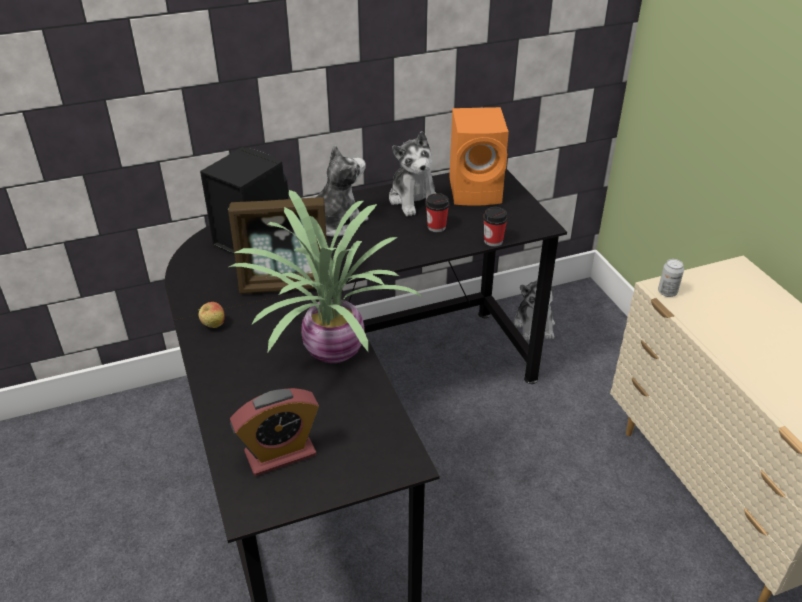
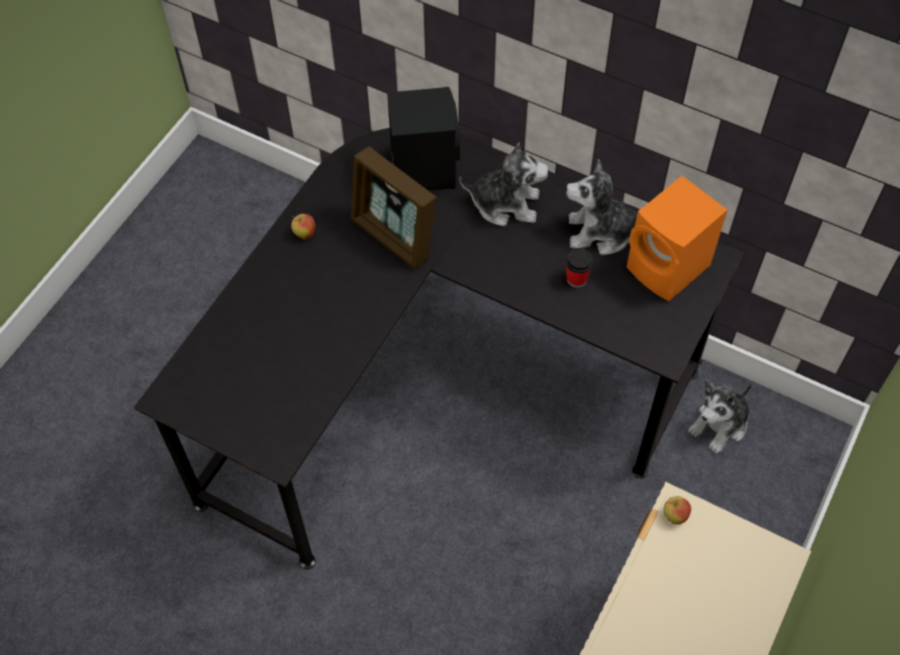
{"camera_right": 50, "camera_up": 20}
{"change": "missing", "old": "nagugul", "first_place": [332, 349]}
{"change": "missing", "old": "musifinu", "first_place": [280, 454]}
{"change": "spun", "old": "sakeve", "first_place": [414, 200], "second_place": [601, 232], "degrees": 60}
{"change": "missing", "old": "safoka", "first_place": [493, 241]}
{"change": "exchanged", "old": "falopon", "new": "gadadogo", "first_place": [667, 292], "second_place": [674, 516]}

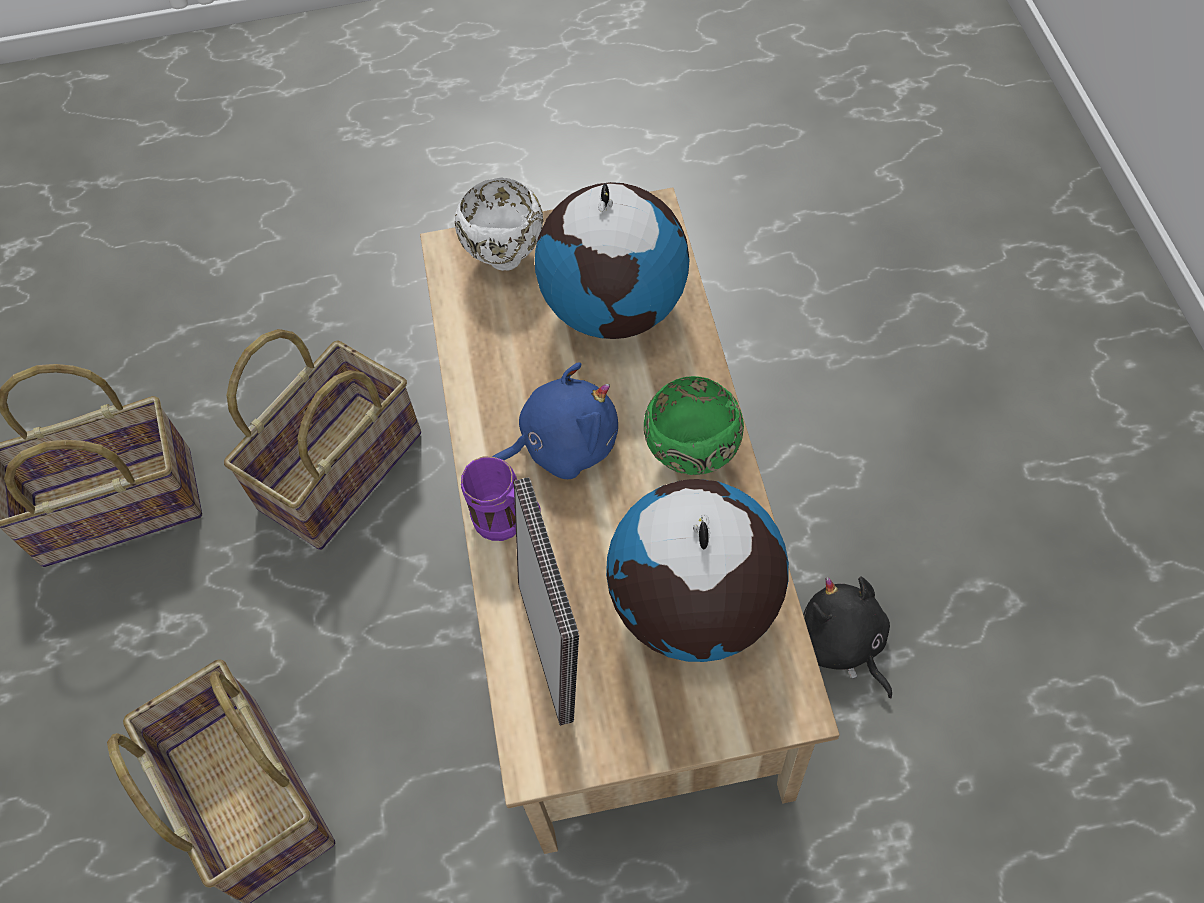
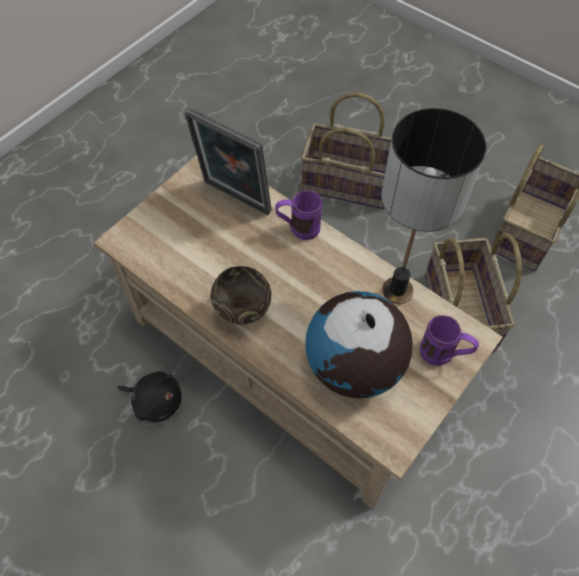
{"camera_right": 135, "camera_up": 0}
{"change": "exchanged", "old": "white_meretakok", "new": "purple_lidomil", "first_place": [505, 256], "second_place": [443, 355]}
{"change": "missing", "old": "blue_sakeve", "first_place": [562, 445]}
{"change": "missing", "old": "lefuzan", "first_place": [694, 607]}
{"change": "colour", "old": "green_meretakok", "new": "brown_meretakok", "first_place": [691, 456], "second_place": [244, 313]}
{"change": "appeared", "new": "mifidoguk", "second_place": [396, 290]}

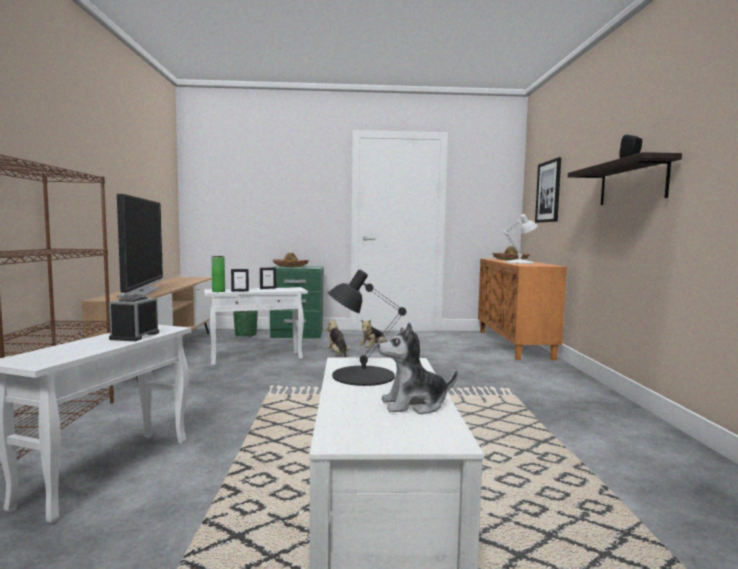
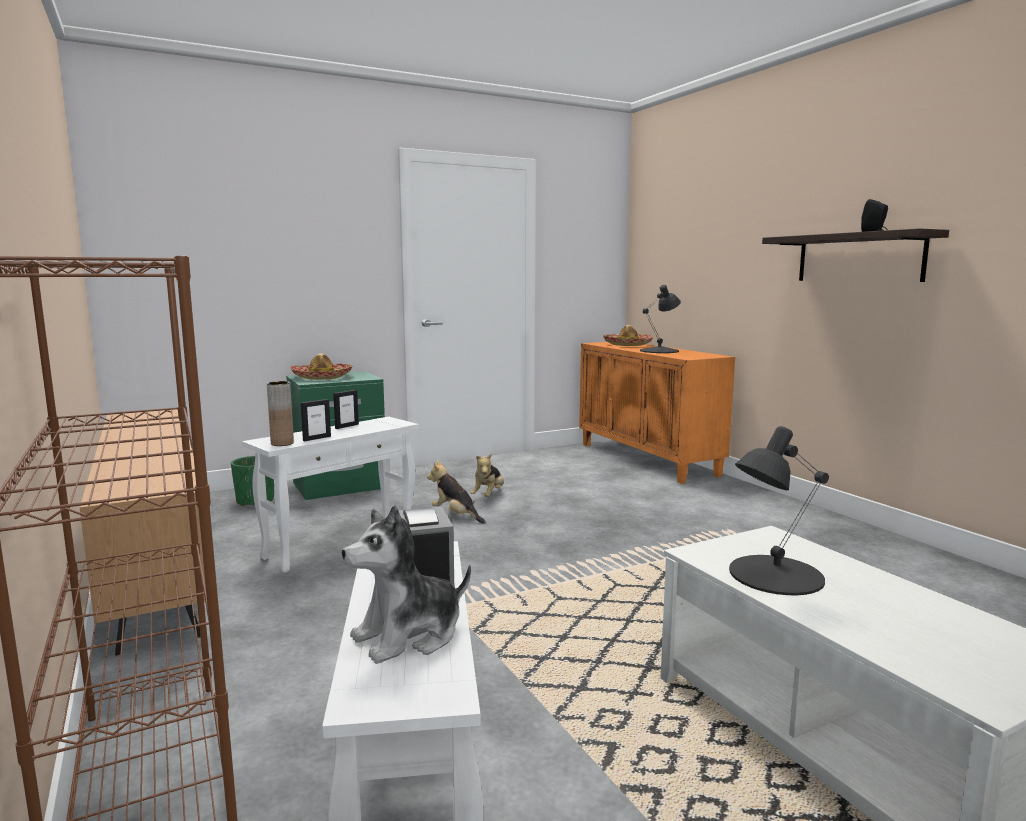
{"camera_right": -25, "camera_up": 5}
{"change": "missing", "old": "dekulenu", "first_place": [140, 292]}
{"change": "colour", "old": "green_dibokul", "new": "brown_dibokul", "first_place": [218, 291], "second_place": [282, 443]}
{"change": "relocated", "old": "sakeve", "first_place": [414, 405], "second_place": [409, 636]}
{"change": "colour", "old": "white_mifidoguk", "new": "black_mifidoguk", "first_place": [520, 262], "second_place": [660, 351]}
{"change": "missing", "old": "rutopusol", "first_place": [548, 191]}

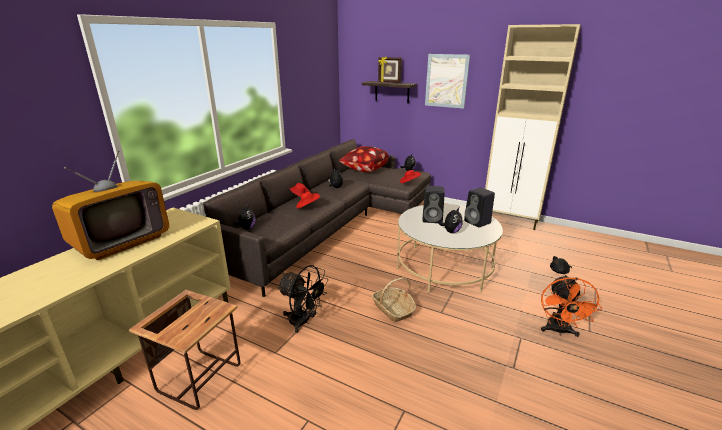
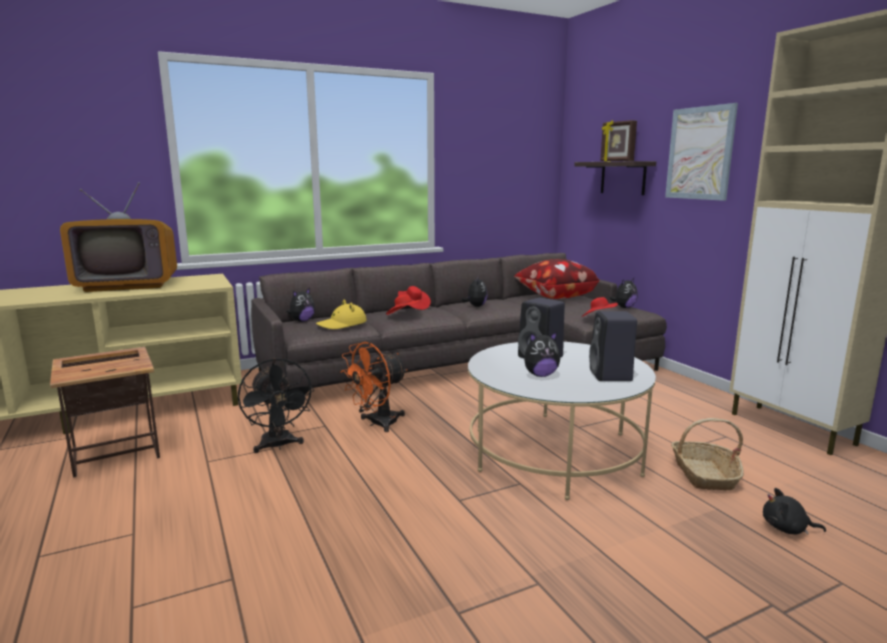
{"camera_right": 35, "camera_up": -10}
{"change": "relocated", "old": "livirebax", "first_place": [393, 309], "second_place": [704, 474]}
{"change": "relocated", "old": "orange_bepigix", "first_place": [559, 331], "second_place": [377, 423]}
{"change": "appeared", "new": "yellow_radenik", "second_place": [342, 324]}

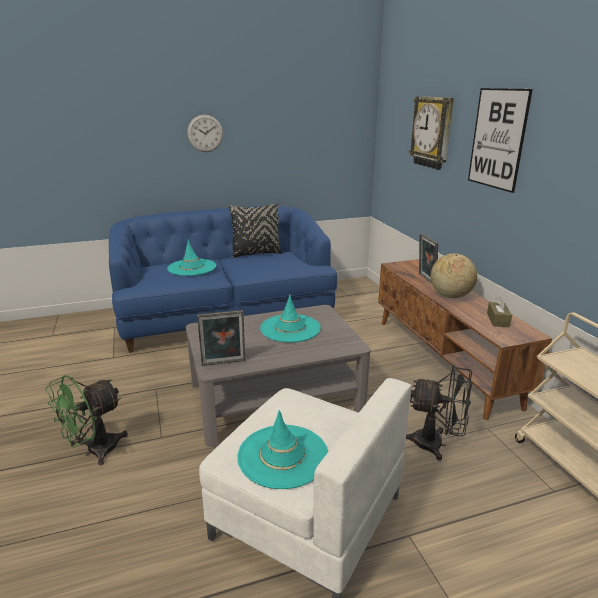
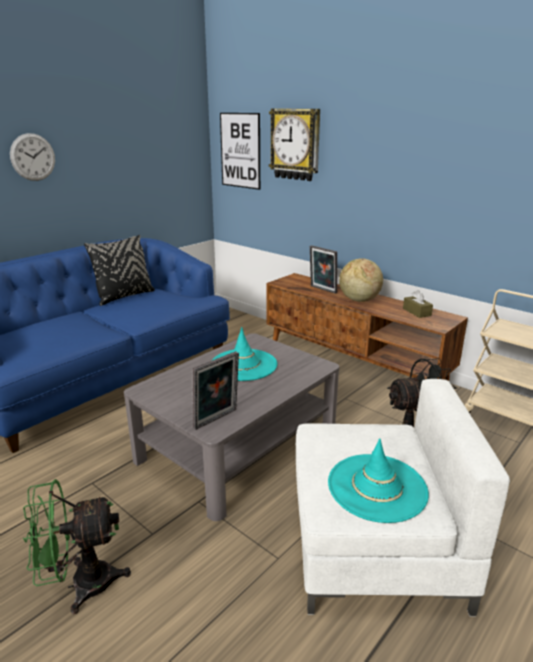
{"camera_right": -30, "camera_up": 0}
{"change": "spun", "old": "green_bepigix", "first_place": [94, 451], "second_place": [81, 585], "degrees": 60}
{"change": "missing", "old": "turquoise_radenik", "first_place": [192, 267]}
{"change": "relocated", "old": "rutopusol", "first_place": [497, 139], "second_place": [240, 150]}

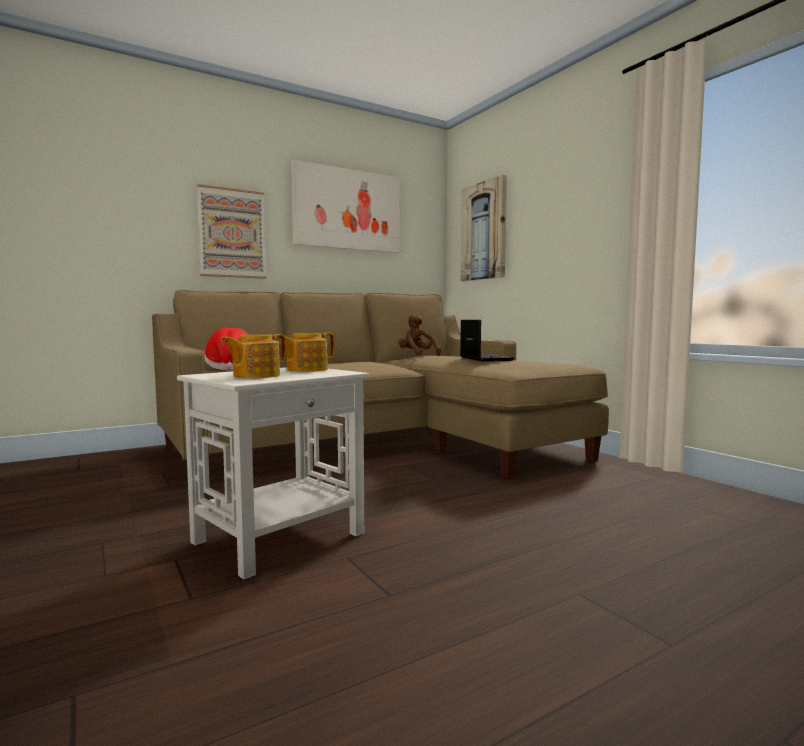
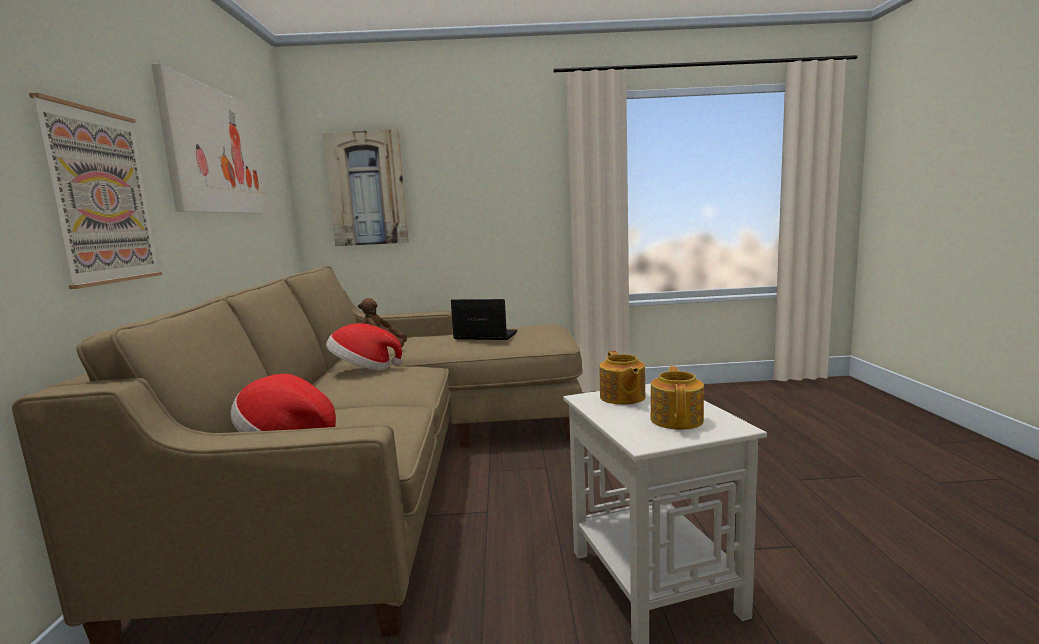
{"camera_right": -60, "camera_up": 5}
{"change": "spun", "old": "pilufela", "first_place": [255, 376], "second_place": [677, 419], "degrees": -150}
{"change": "appeared", "new": "radenik", "second_place": [363, 369]}

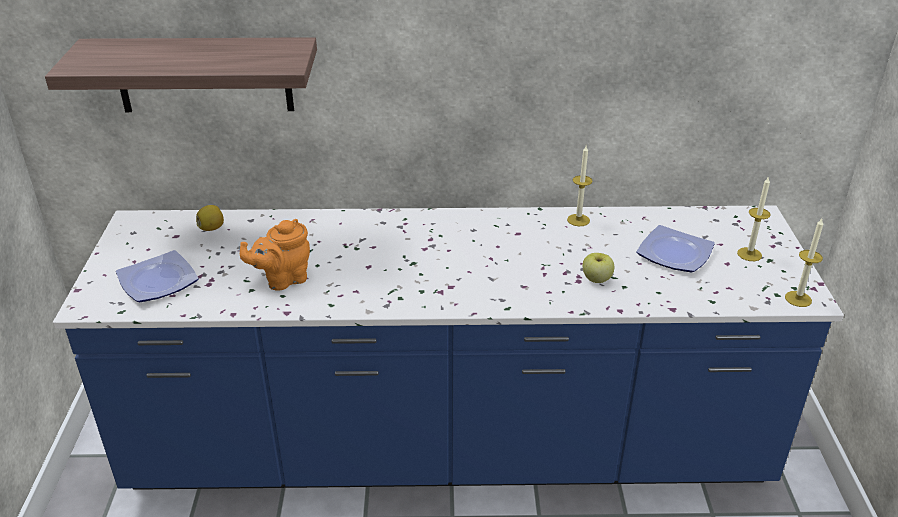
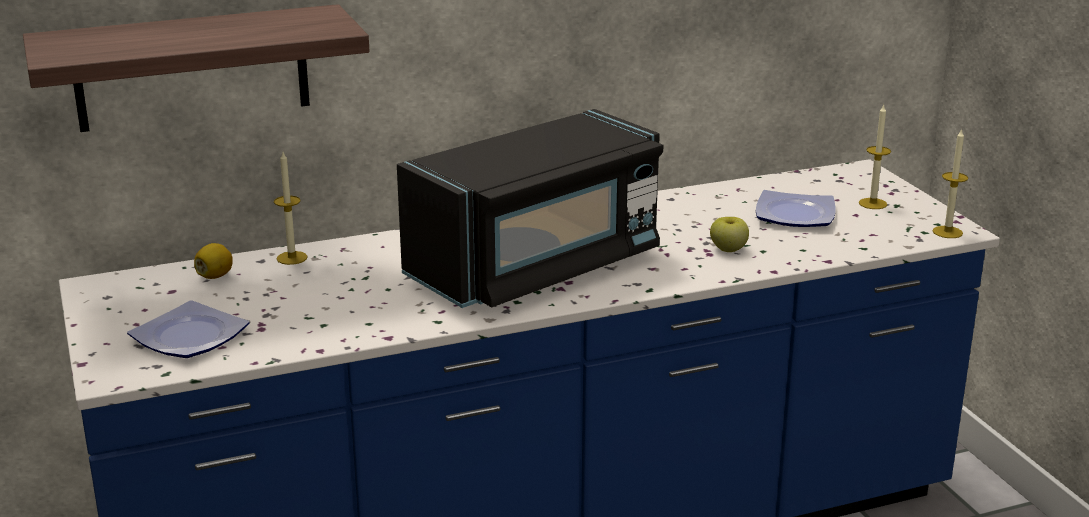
{"camera_right": -20, "camera_up": -10}
{"change": "missing", "old": "orange_pilufela", "first_place": [283, 279]}
{"change": "relocated", "old": "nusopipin", "first_place": [578, 220], "second_place": [292, 258]}
{"change": "appeared", "new": "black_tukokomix", "second_place": [537, 267]}

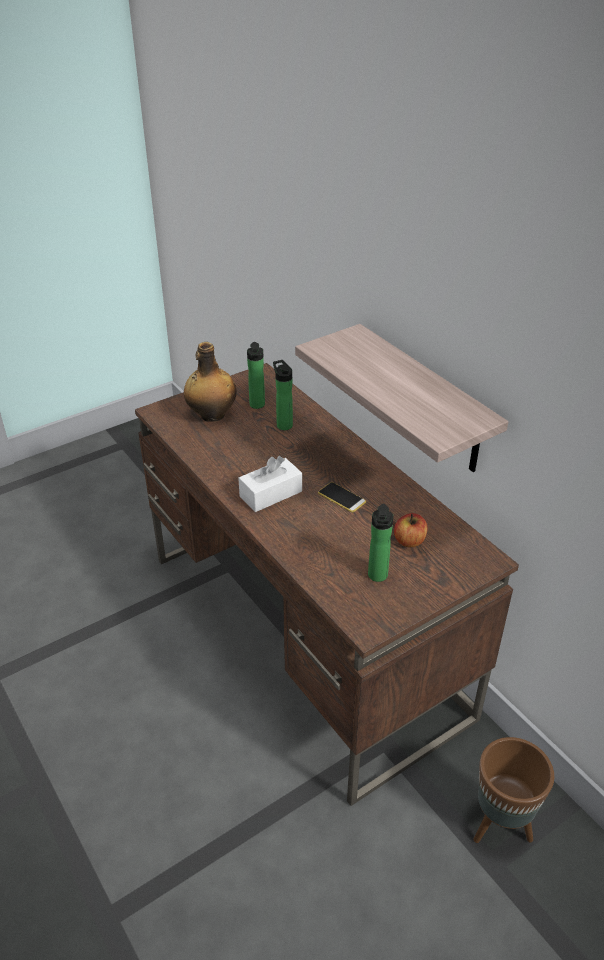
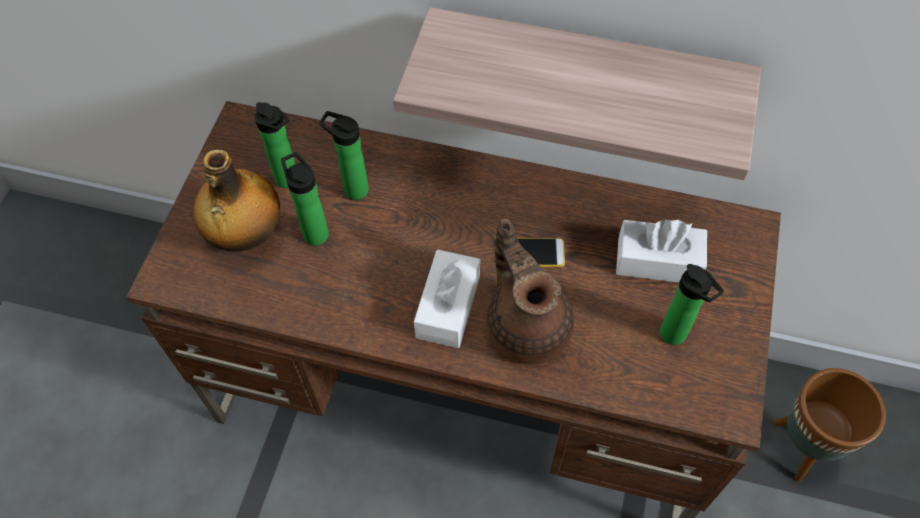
{"camera_right": -40, "camera_up": 20}
{"change": "exchanged", "old": "gadadogo", "new": "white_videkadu", "first_place": [409, 541], "second_place": [657, 261]}
{"change": "appeared", "new": "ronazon", "second_place": [314, 232]}
{"change": "appeared", "new": "brown_pilufela", "second_place": [527, 325]}

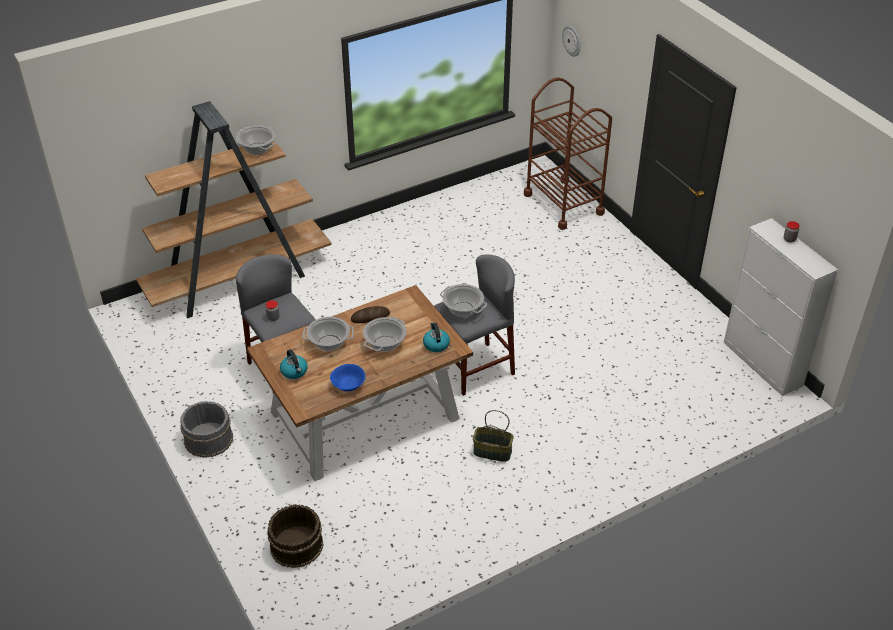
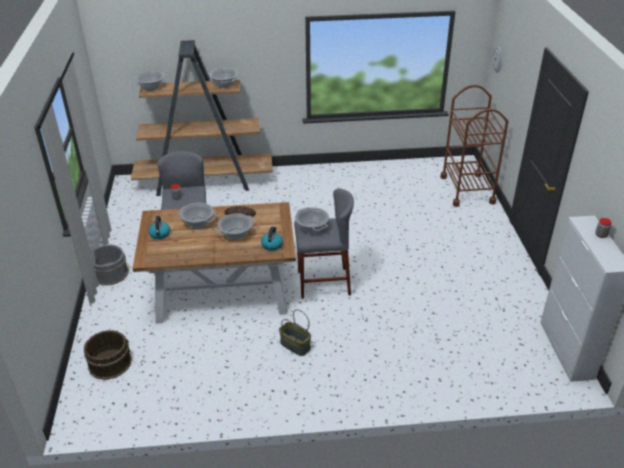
{"camera_right": 25, "camera_up": -5}
{"change": "missing", "old": "blue_meretakok", "first_place": [348, 384]}
{"change": "appeared", "new": "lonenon", "second_place": [151, 87]}

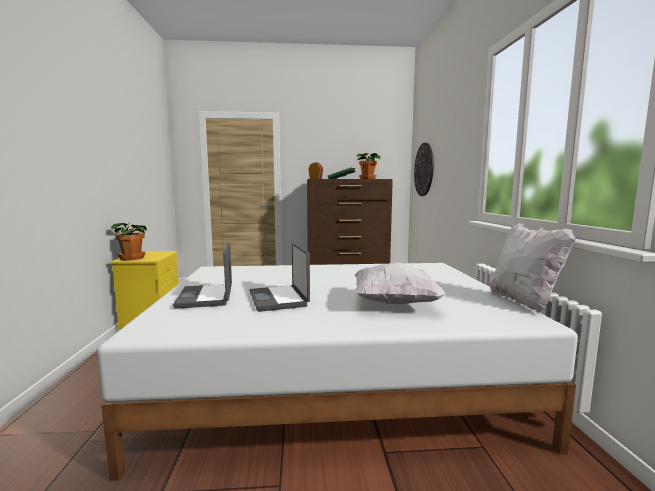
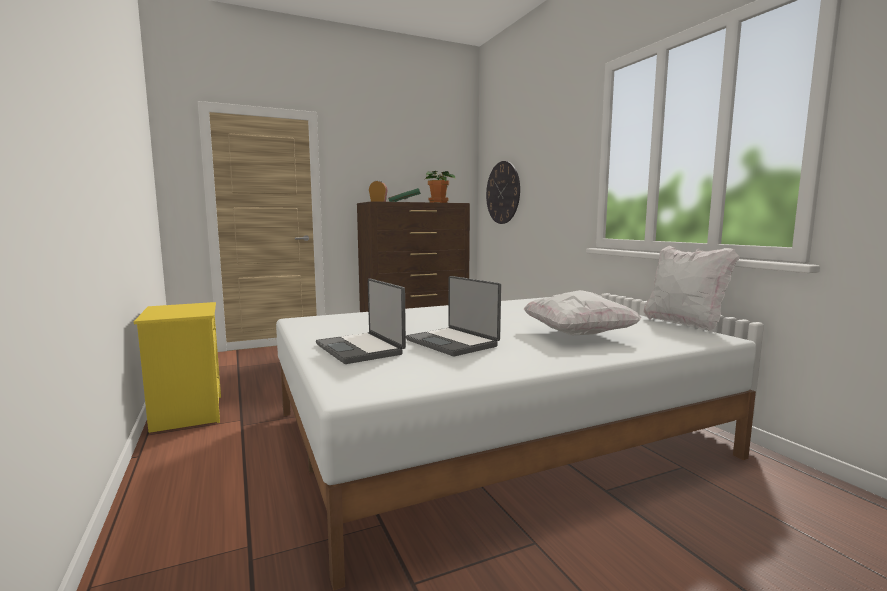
{"camera_right": -20, "camera_up": 0}
{"change": "missing", "old": "nagugul", "first_place": [133, 258]}

